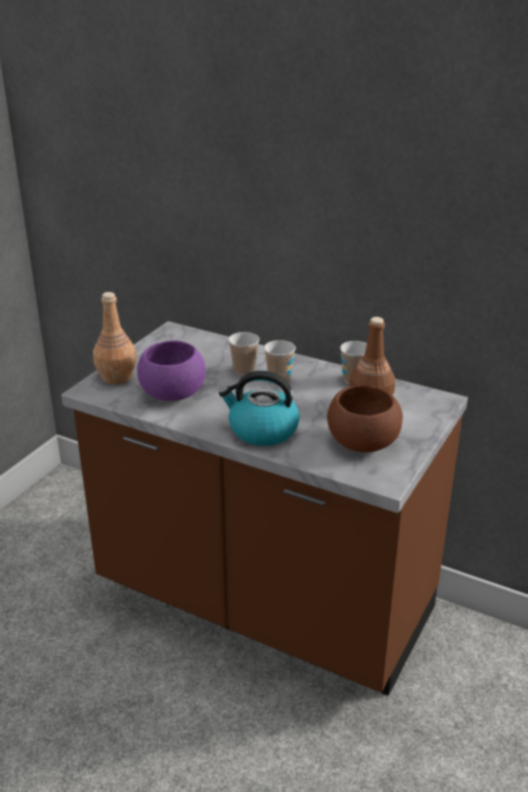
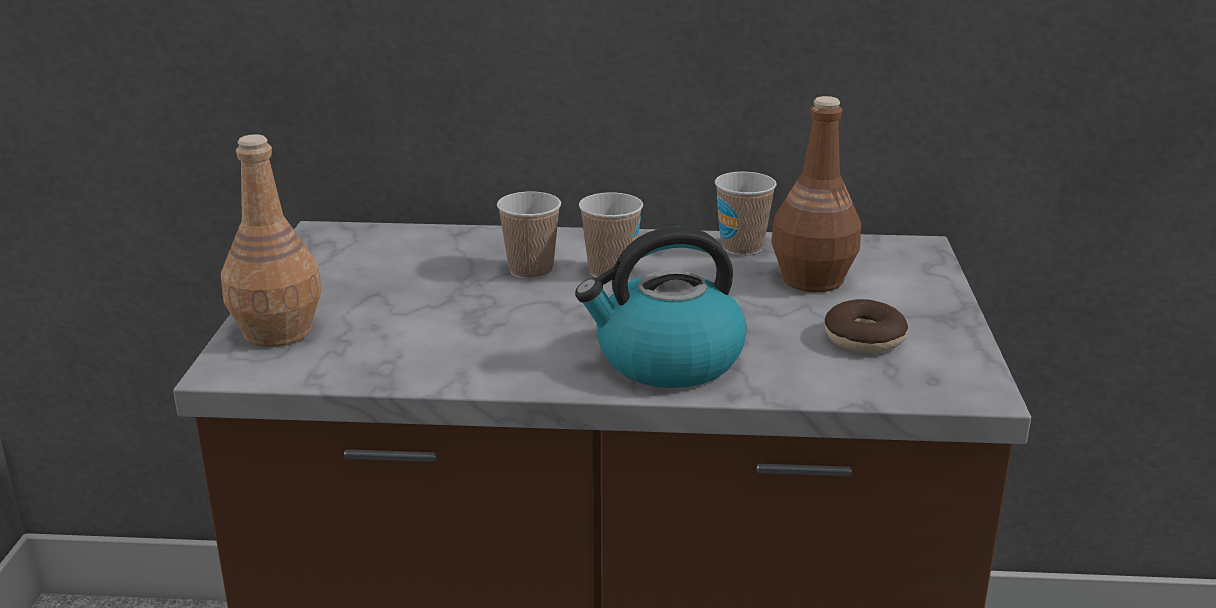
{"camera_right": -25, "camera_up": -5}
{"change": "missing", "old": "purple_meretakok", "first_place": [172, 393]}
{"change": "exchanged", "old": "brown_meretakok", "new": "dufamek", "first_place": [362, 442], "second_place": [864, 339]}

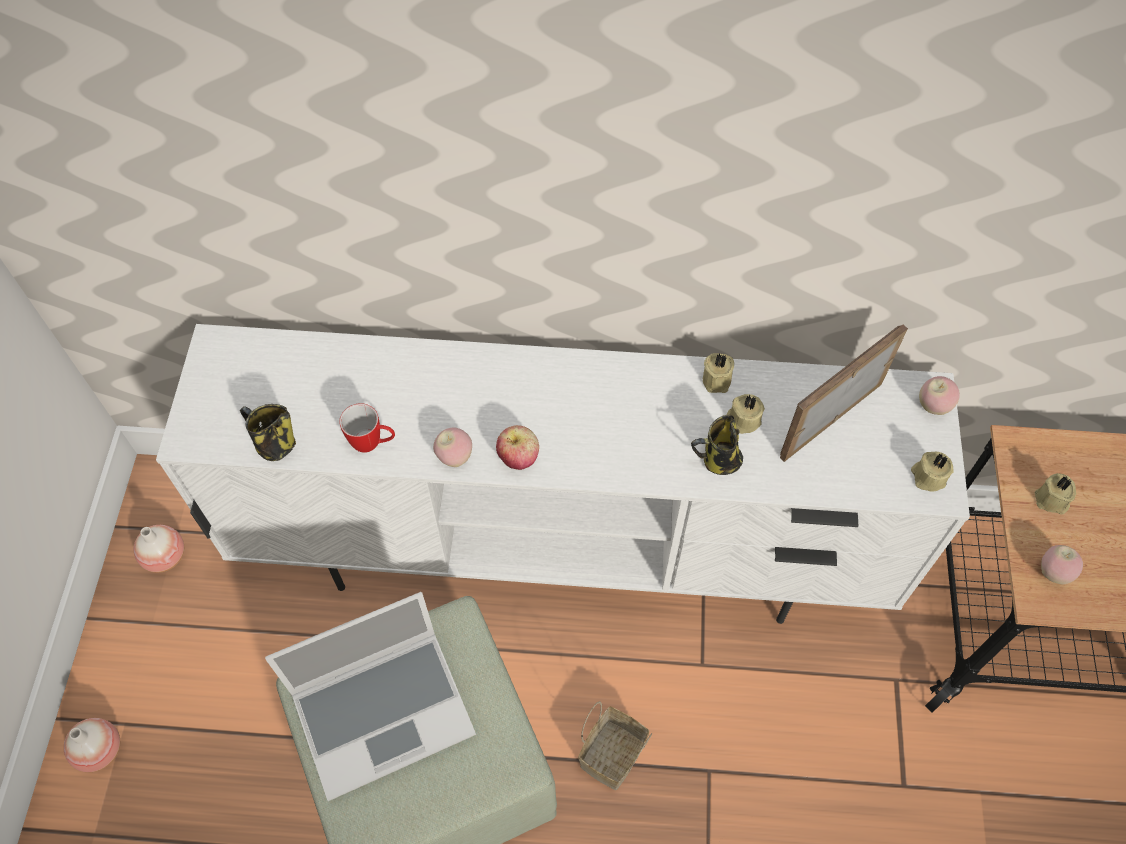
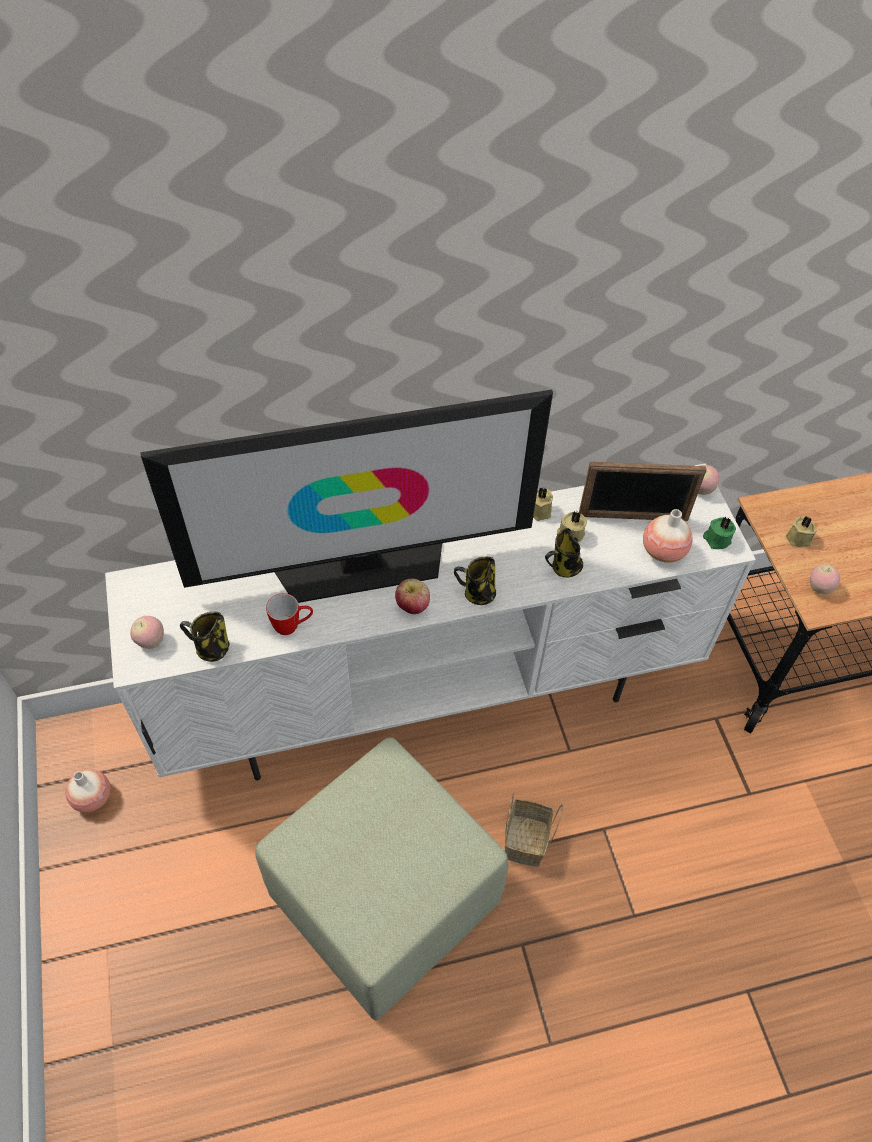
{"camera_right": -20, "camera_up": -5}
{"change": "relocated", "old": "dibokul", "first_place": [100, 750], "second_place": [663, 551]}
{"change": "missing", "old": "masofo", "first_place": [384, 710]}
{"change": "relocated", "old": "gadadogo", "first_place": [454, 457], "second_place": [151, 641]}
{"change": "spun", "old": "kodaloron", "first_place": [830, 419], "second_place": [633, 517], "degrees": -120}
{"change": "colour", "old": "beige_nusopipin", "new": "green_nusopipin", "first_place": [927, 477], "second_place": [716, 539]}
{"change": "appeared", "new": "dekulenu", "second_place": [361, 565]}
{"change": "appeared", "new": "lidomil", "second_place": [477, 593]}

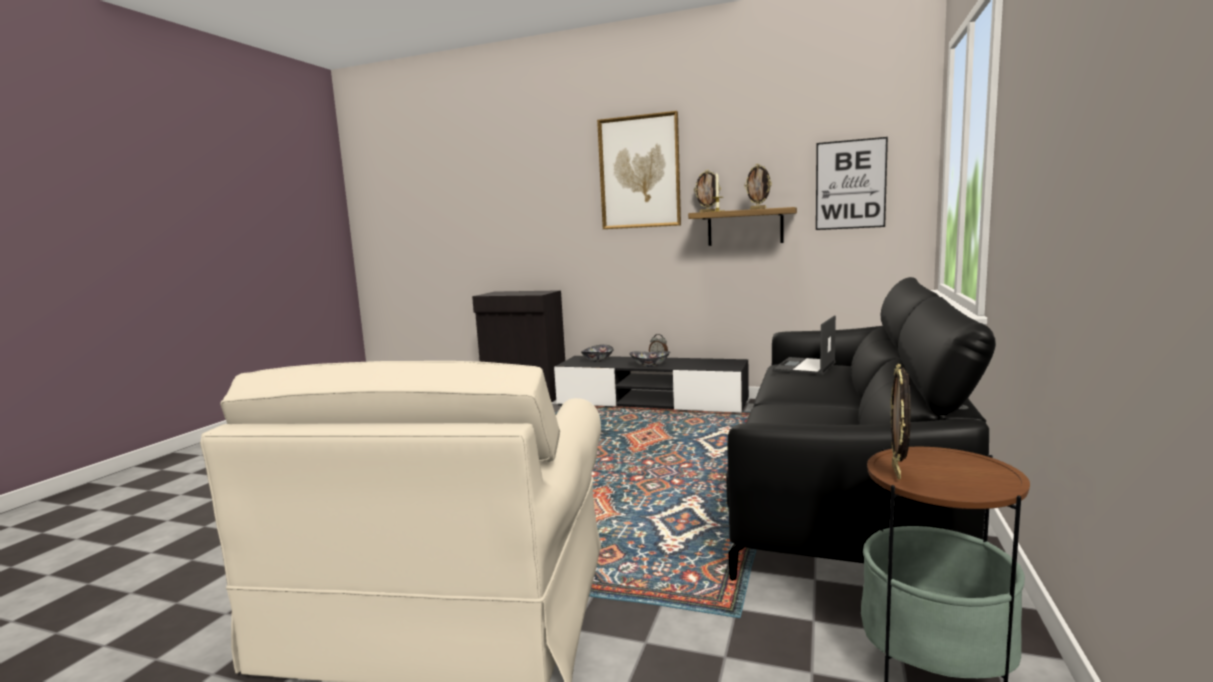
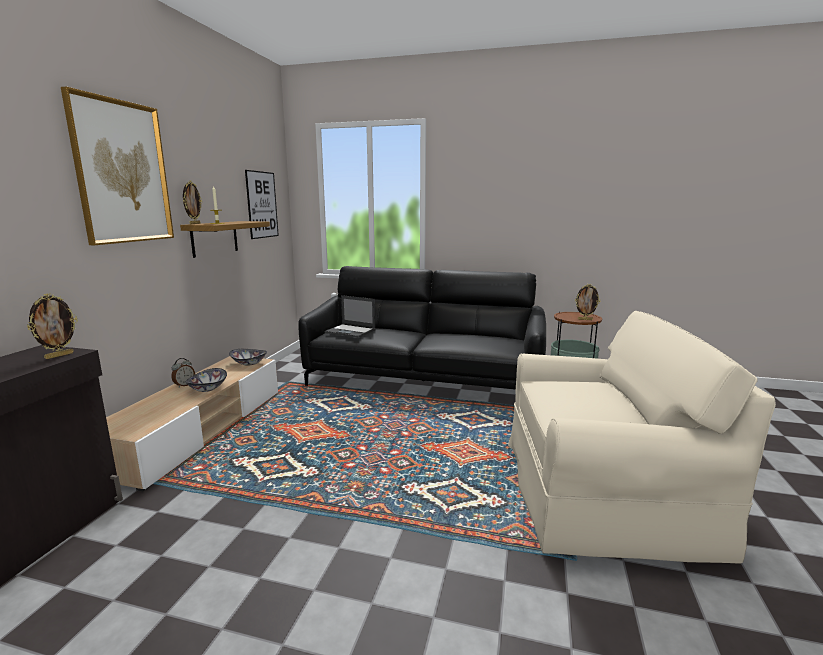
{"camera_right": -95, "camera_up": 5}
{"change": "colour", "old": "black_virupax", "new": "beige_virupax", "first_place": [651, 402], "second_place": [199, 430]}
{"change": "relocated", "old": "meretakok", "first_place": [597, 360], "second_place": [248, 363]}
{"change": "relocated", "old": "kodaloron", "first_place": [758, 209], "second_place": [59, 355]}

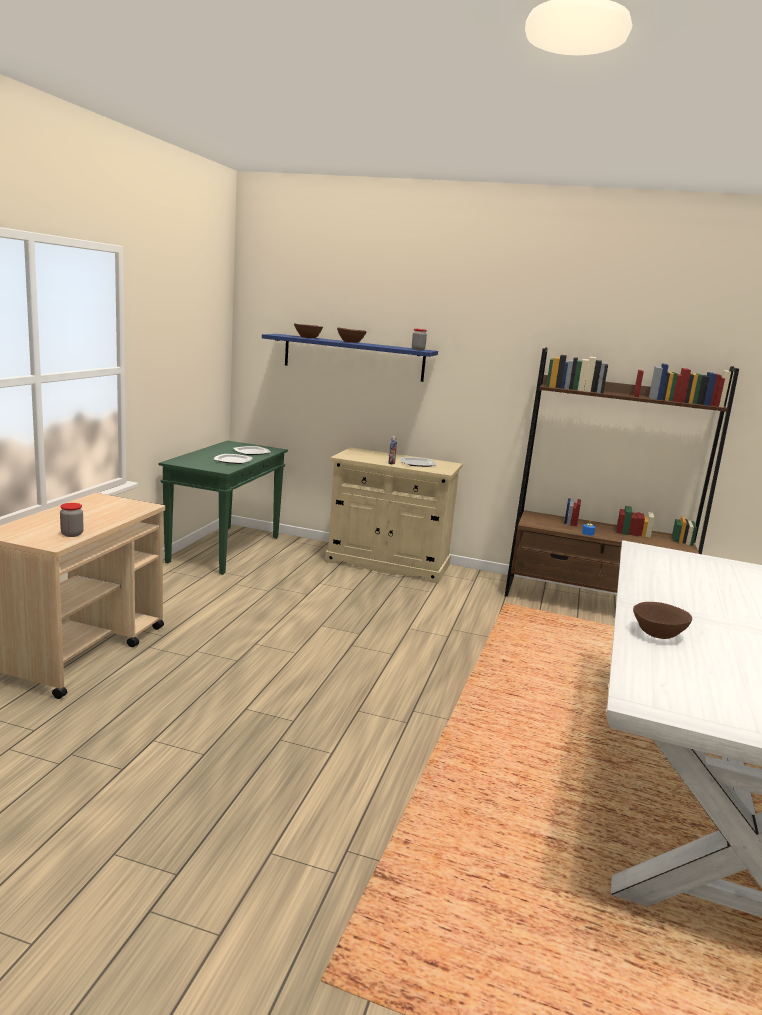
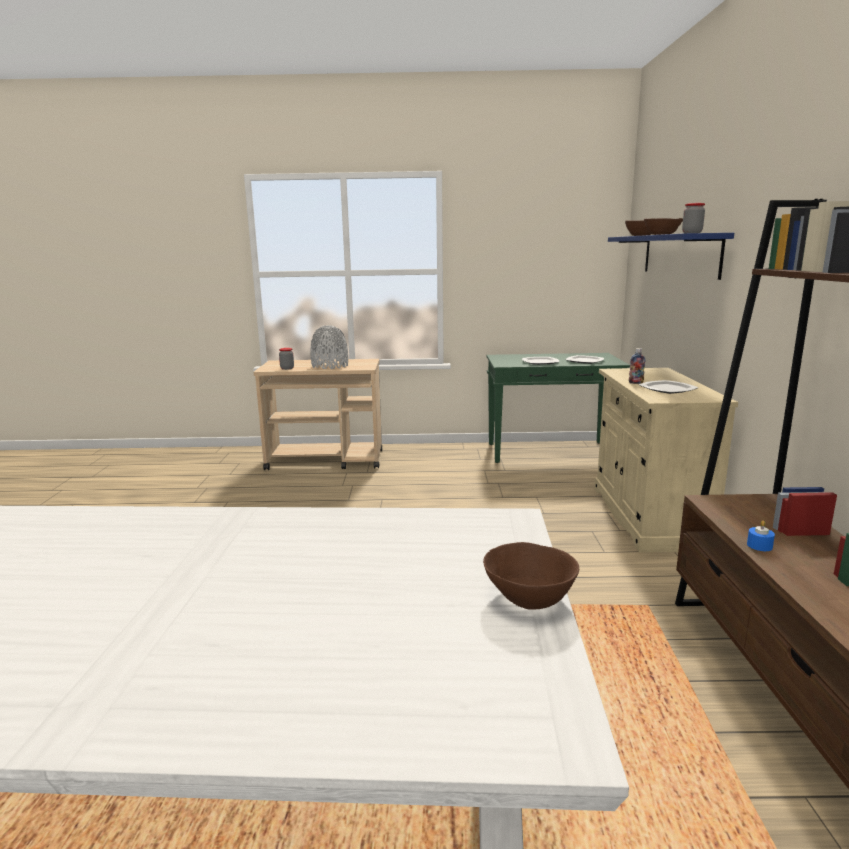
{"camera_right": 75, "camera_up": 0}
{"change": "relocated", "old": "brown_meretakok", "first_place": [657, 633], "second_place": [530, 597]}
{"change": "appeared", "new": "grey_dibokul", "second_place": [330, 366]}

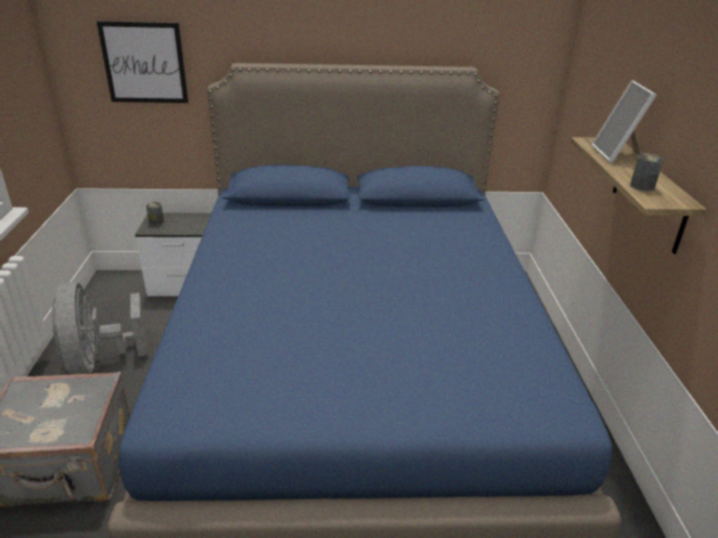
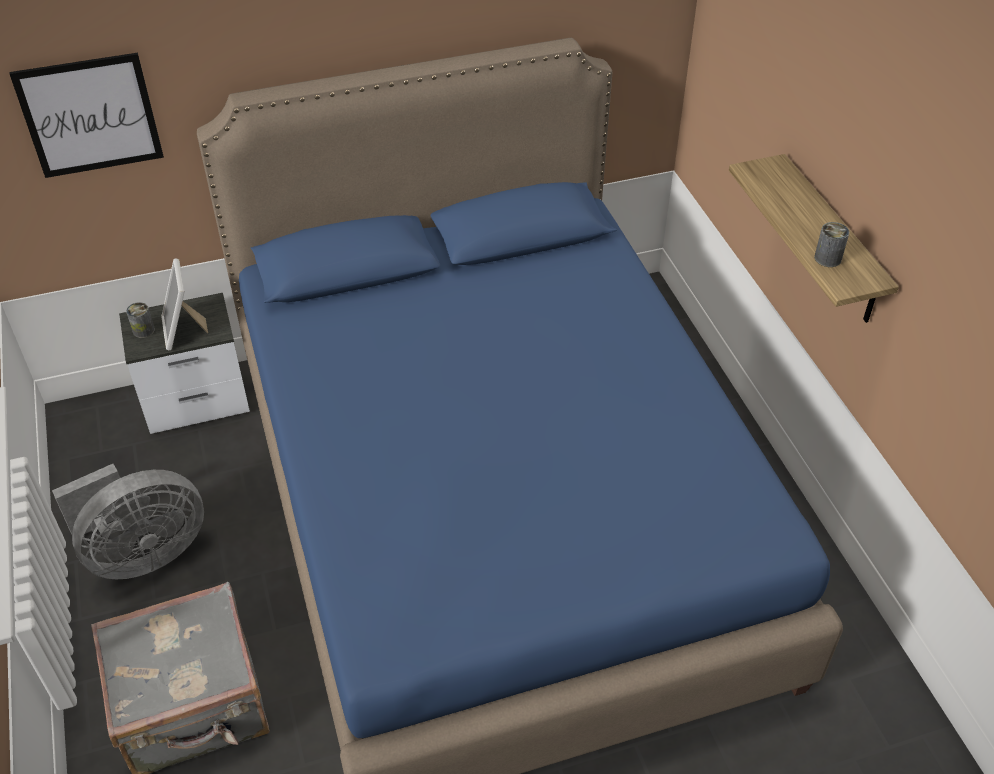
{"camera_right": -15, "camera_up": 15}
{"change": "spun", "old": "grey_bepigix", "first_place": [99, 361], "second_place": [143, 553], "degrees": -90}
{"change": "relocated", "old": "kodaloron", "first_place": [617, 155], "second_place": [183, 331]}

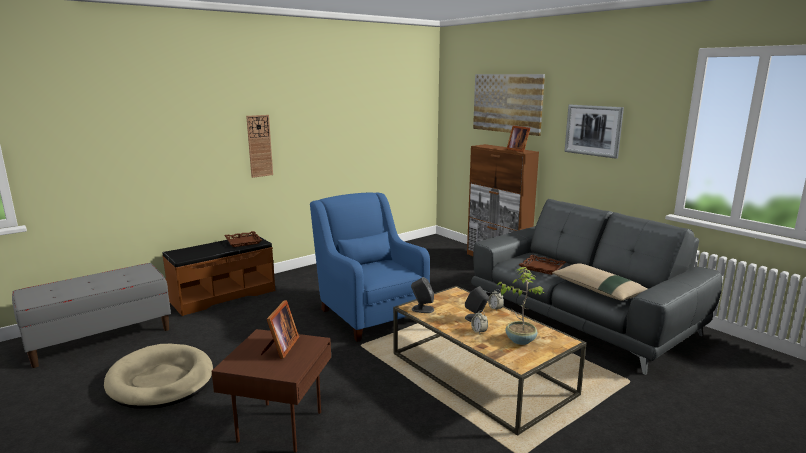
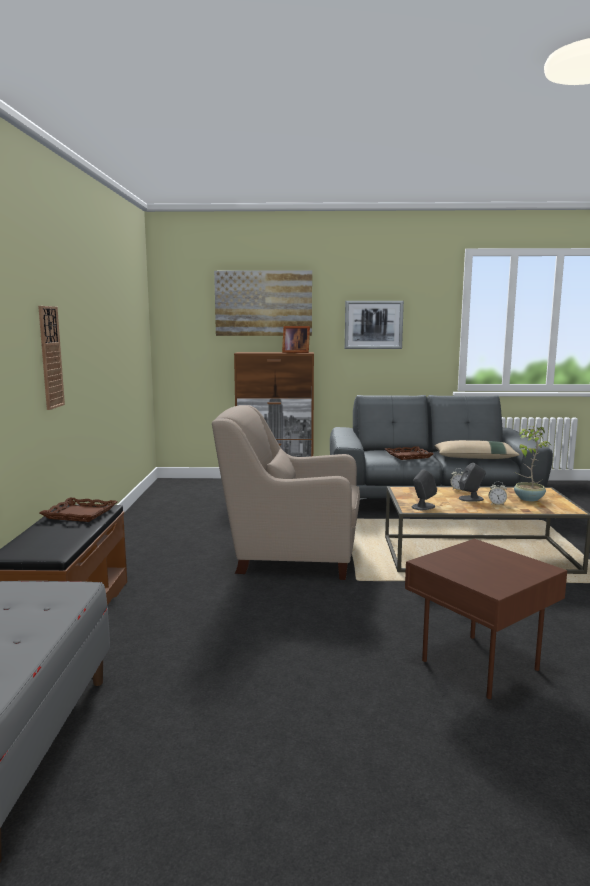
{"camera_right": -50, "camera_up": -5}
{"change": "missing", "old": "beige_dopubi", "first_place": [161, 380]}
{"change": "missing", "old": "kodaloron", "first_place": [280, 348]}
{"change": "colour", "old": "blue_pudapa", "new": "beige_pudapa", "first_place": [370, 313], "second_place": [291, 556]}

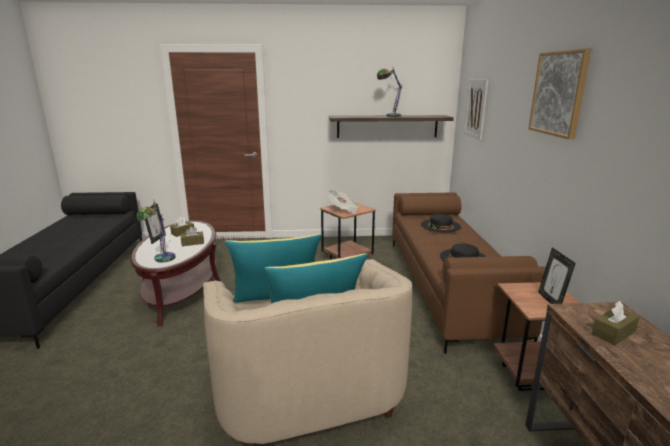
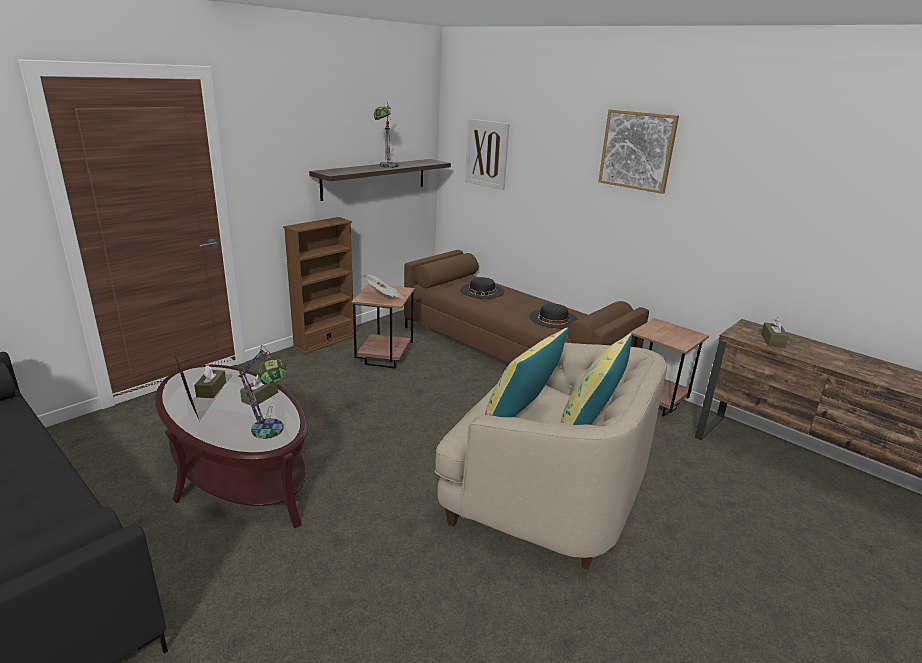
{"camera_right": -45, "camera_up": 5}
{"change": "missing", "old": "kodaloron", "first_place": [551, 301]}
{"change": "appeared", "new": "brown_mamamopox", "second_place": [324, 342]}

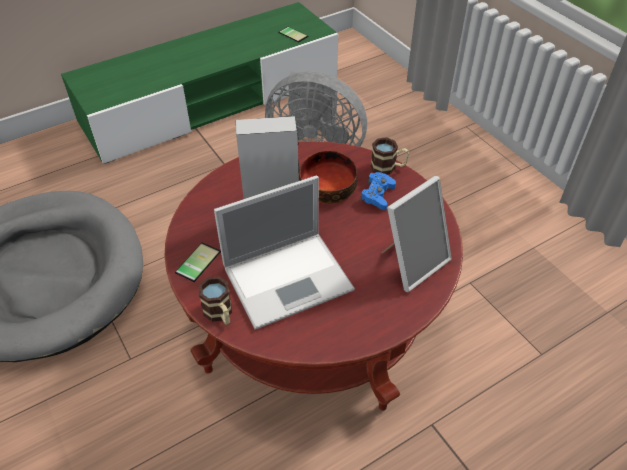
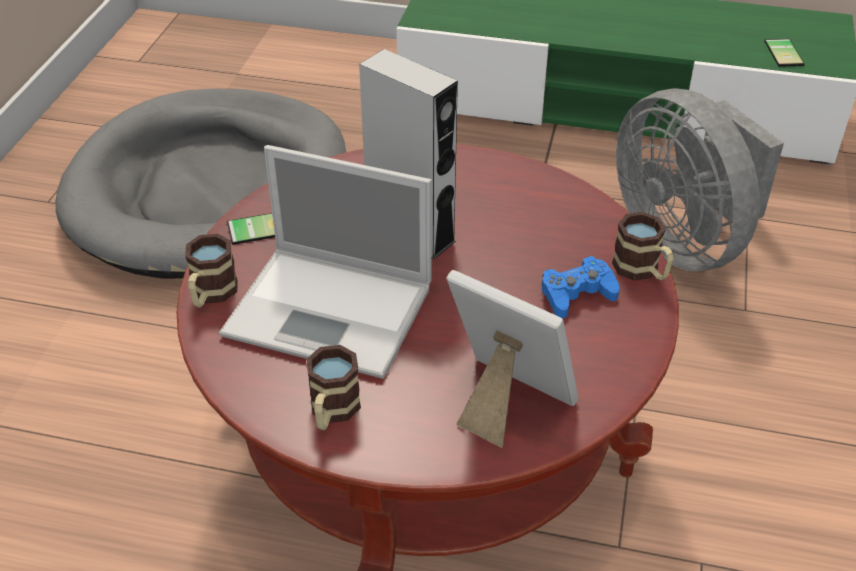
{"camera_right": 45, "camera_up": -5}
{"change": "missing", "old": "meretakok", "first_place": [327, 187]}
{"change": "spun", "old": "kodaloron", "first_place": [412, 262], "second_place": [505, 403], "degrees": -150}
{"change": "appeared", "new": "lidomil", "second_place": [332, 412]}

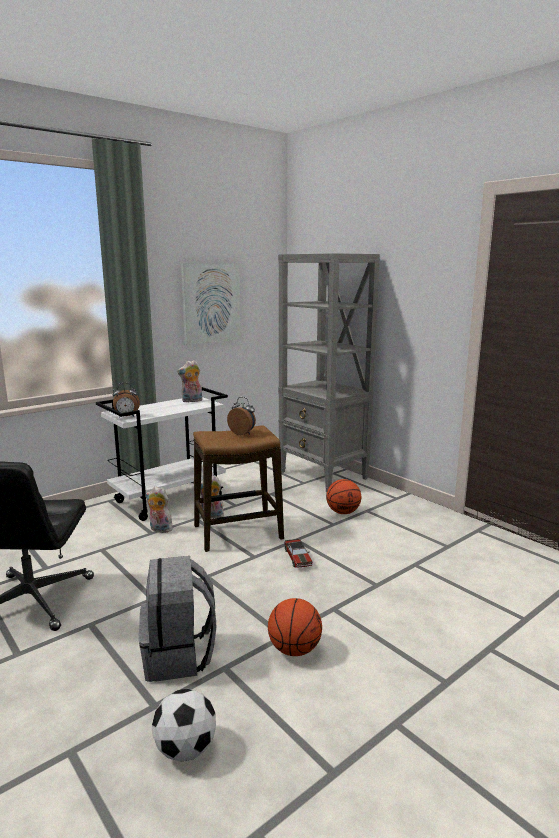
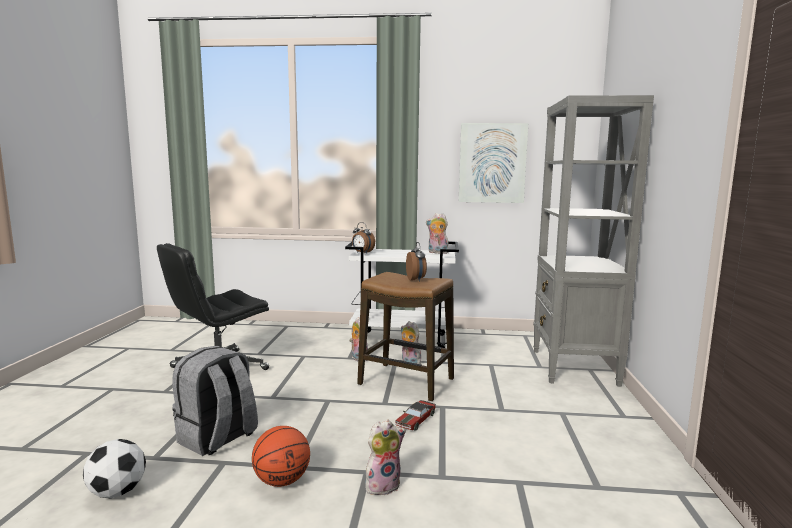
{"camera_right": 45, "camera_up": -5}
{"change": "missing", "old": "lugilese", "first_place": [343, 512]}
{"change": "appeared", "new": "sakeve", "second_place": [383, 485]}

